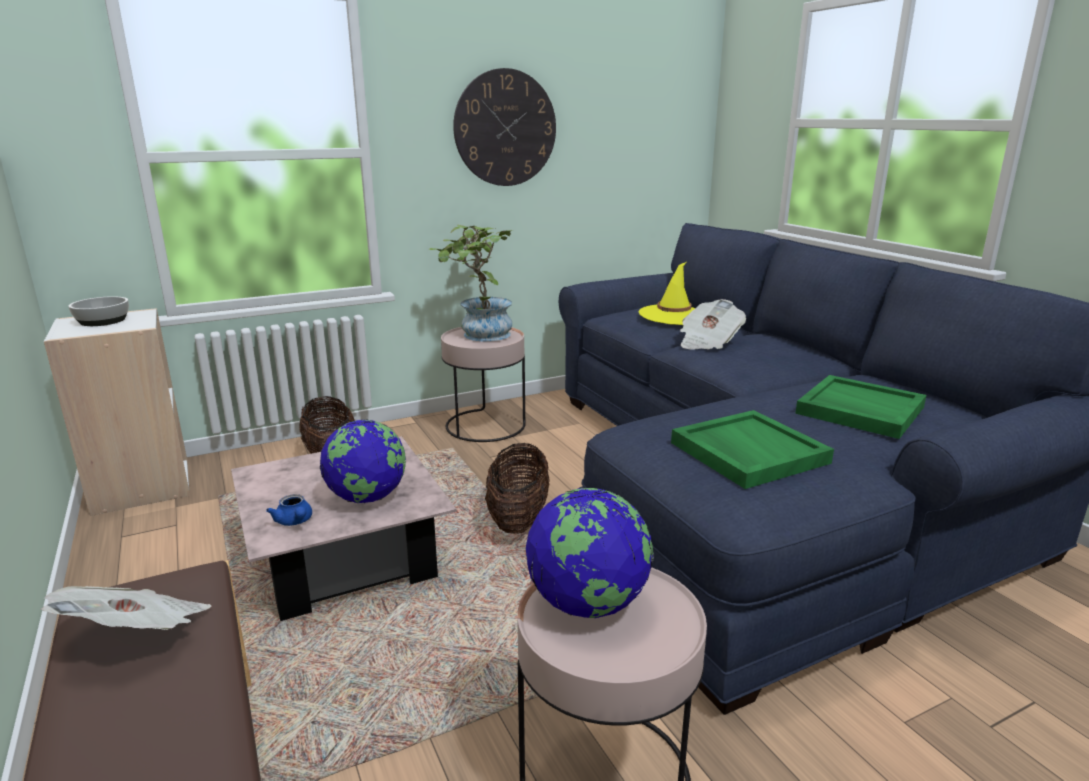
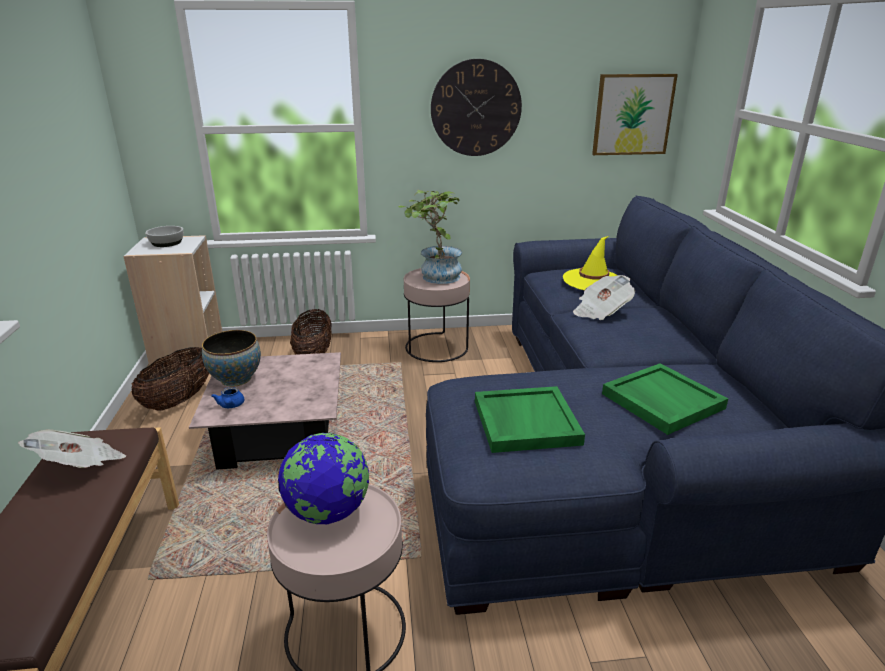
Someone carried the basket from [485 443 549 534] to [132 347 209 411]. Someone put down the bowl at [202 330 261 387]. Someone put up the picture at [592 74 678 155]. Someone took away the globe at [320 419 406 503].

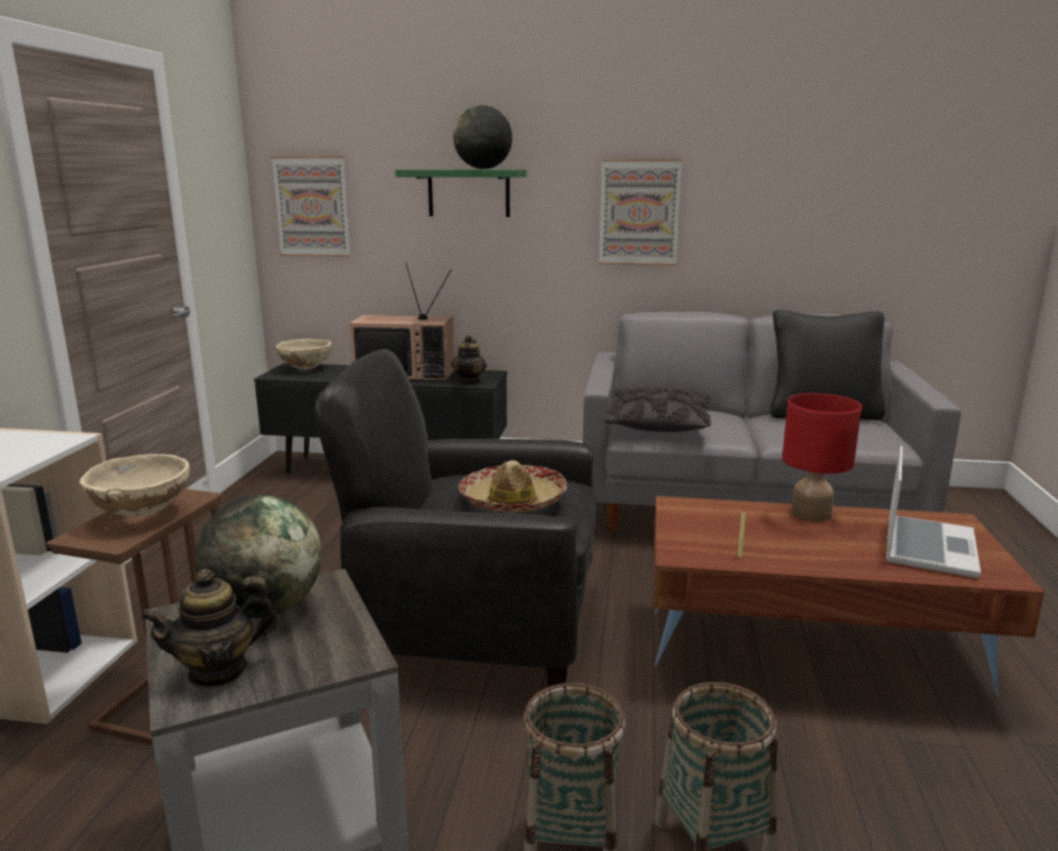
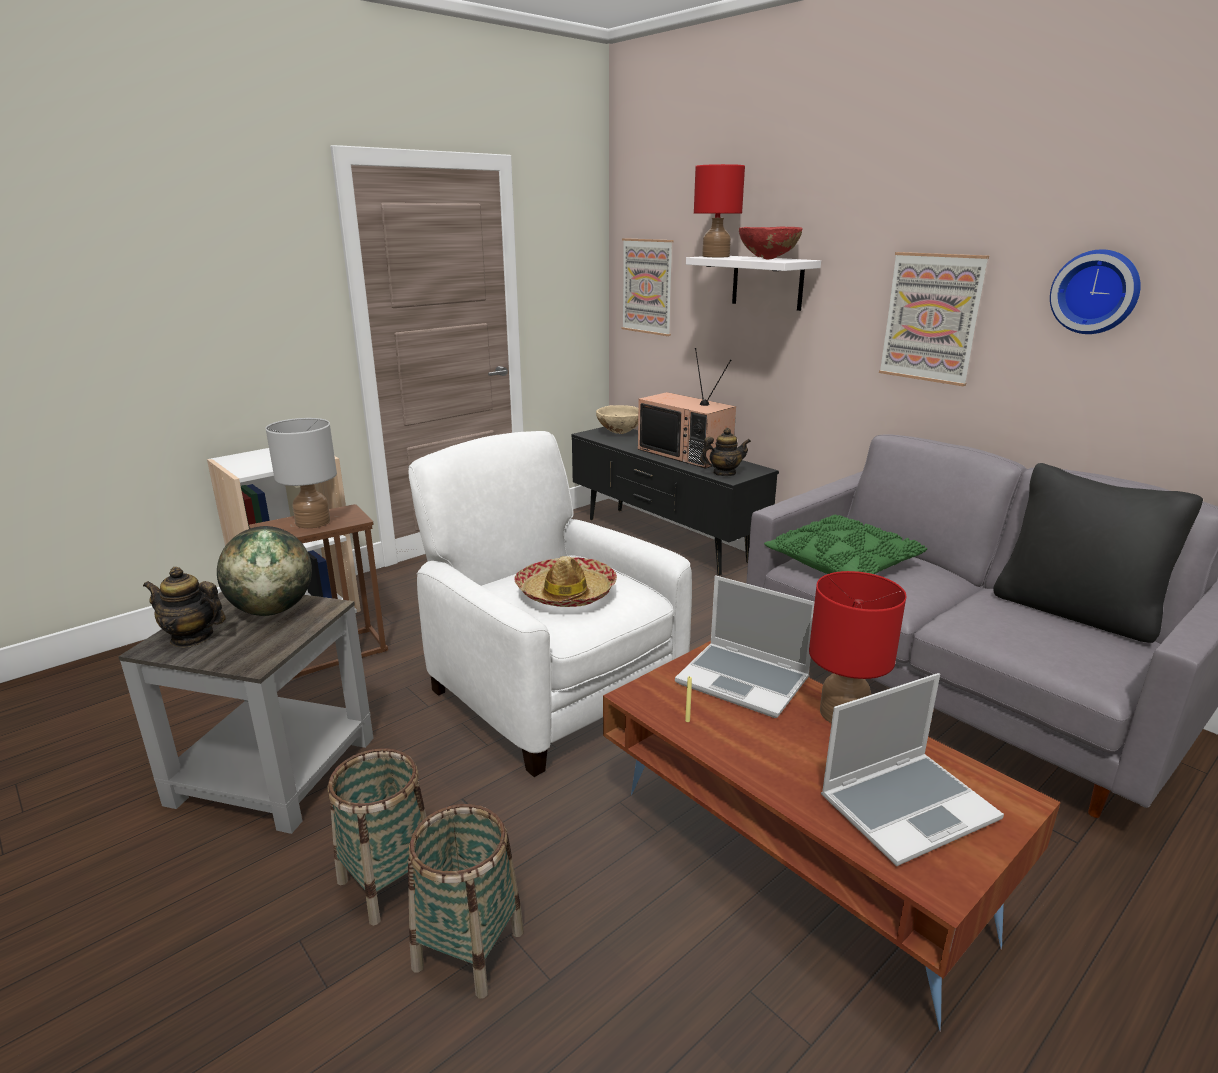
Someone swapped the beige bowl at [79 454 190 516] for the grey table lamp at [266 418 337 528]. Someone repainted the black armchair at [314 349 596 687], which became the white armchair at [408 431 692 777]. Someone put down the laptop at [675 575 815 718]. Someone repainted the green shelf at [395 169 527 217], which became the white shelf at [686 256 821 311]. Someone put down the red table lamp at [694 164 745 258]. Someone rotated the teapot at [451 335 486 384] by 150 degrees counterclockwise. Someone swapped the globe at [453 105 512 169] for the red bowl at [739 226 803 259]. Someone repainted the black pillow at [603 386 711 432], which became the green pillow at [764 514 927 574]. Someone put up the wall clock at [1050 249 1141 334].

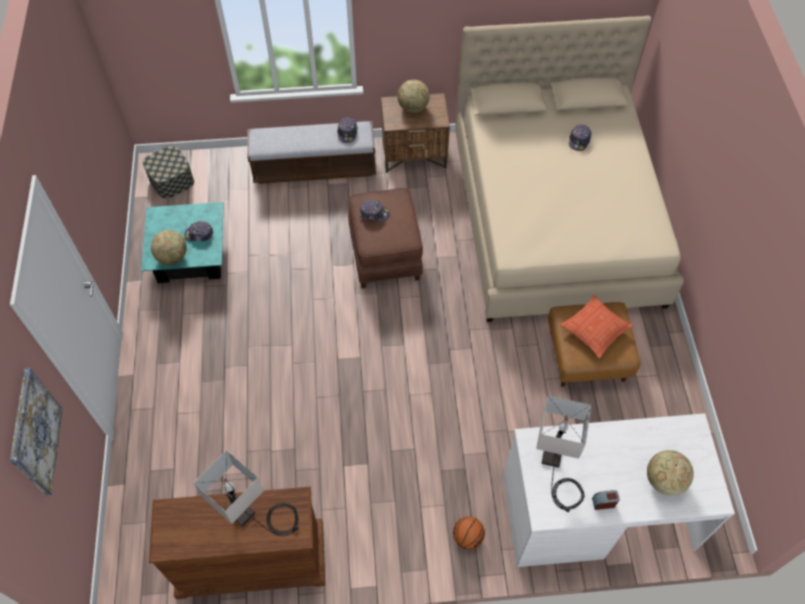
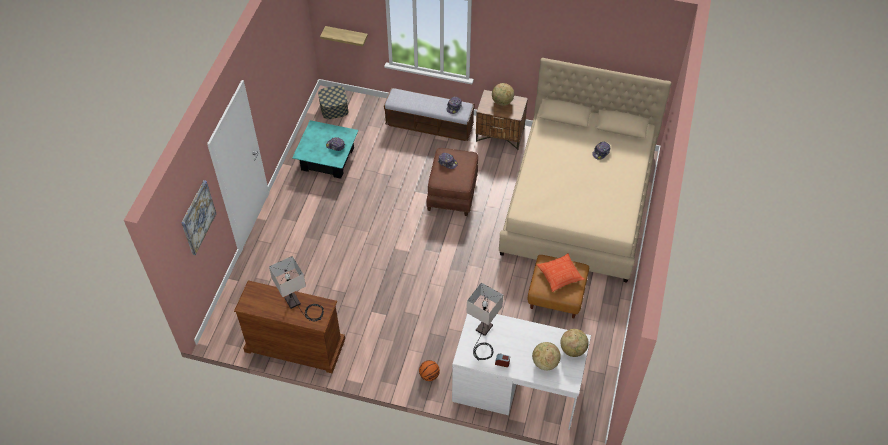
Someone put up the shelf at [320 26 368 47]. Someone carried the globe from [151 230 187 265] to [560 329 589 357].

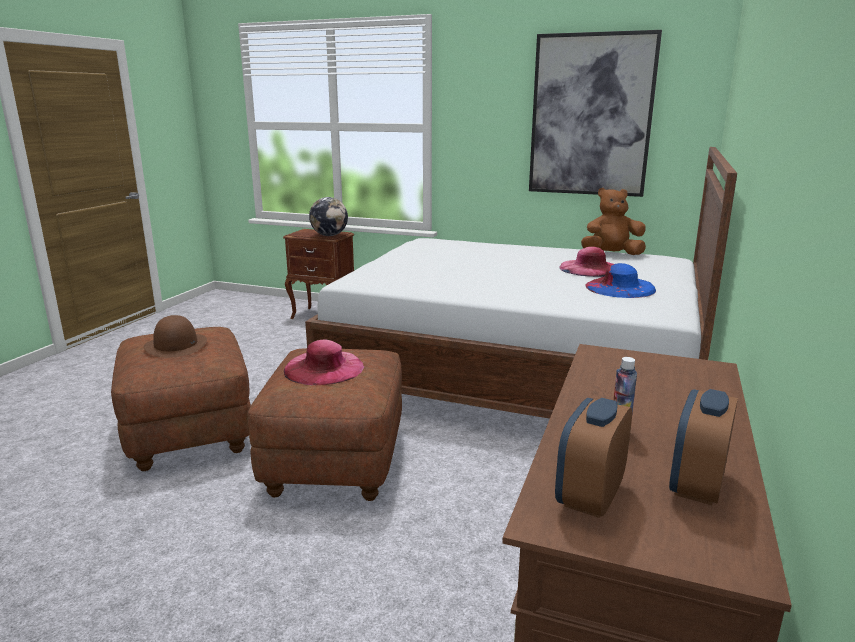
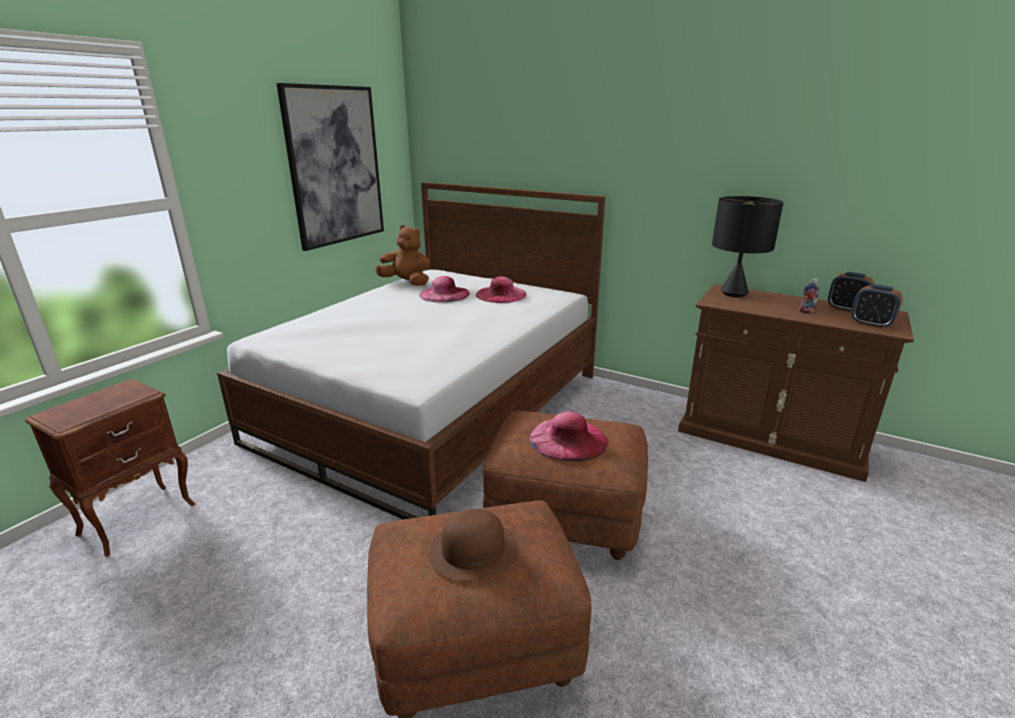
Someone rotated the brown plush toy at [581 188 646 255] by 105 degrees clockwise. Someone repainted the blue hat at [585 263 656 298], which became the pink hat at [476 276 526 303]. Someone put down the black table lamp at [712 196 784 297]. Someone took away the globe at [309 197 348 236].

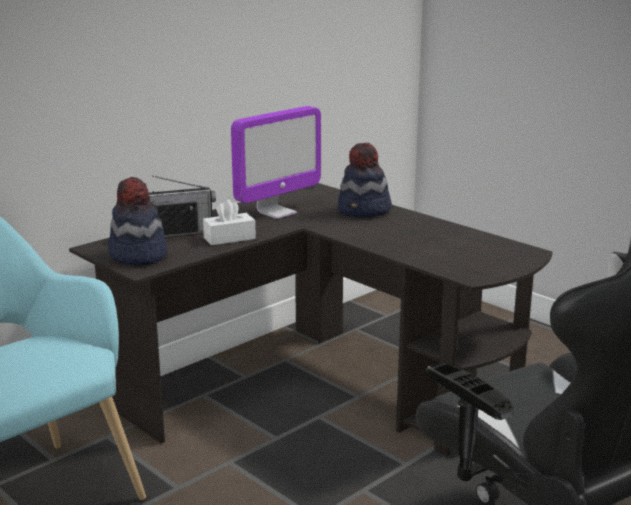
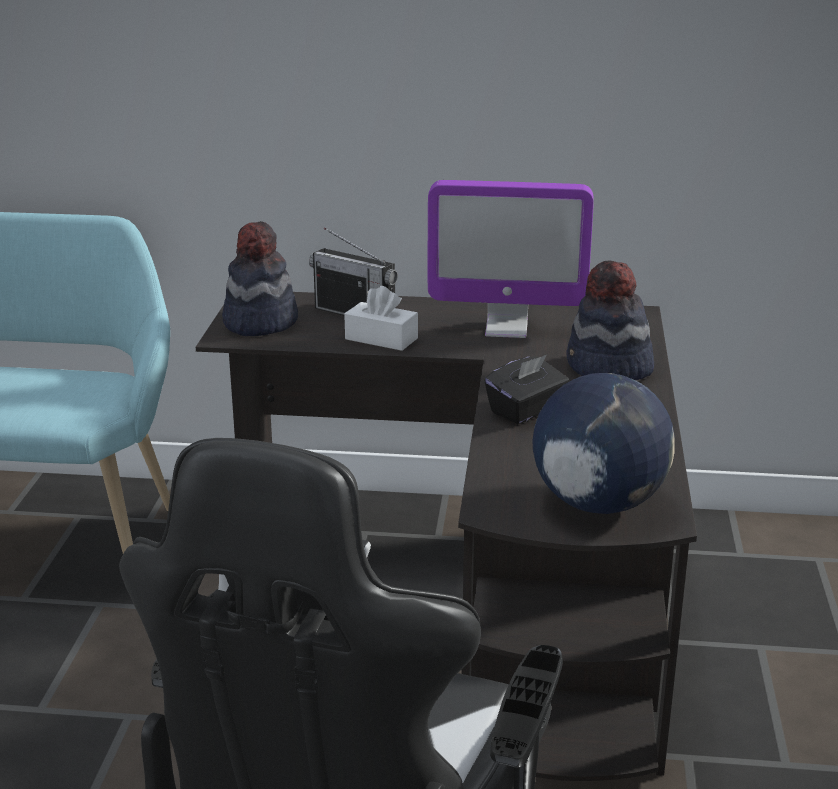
Someone put down the black tissue box at [484 355 569 424]. Someone put down the globe at [532 373 675 514].

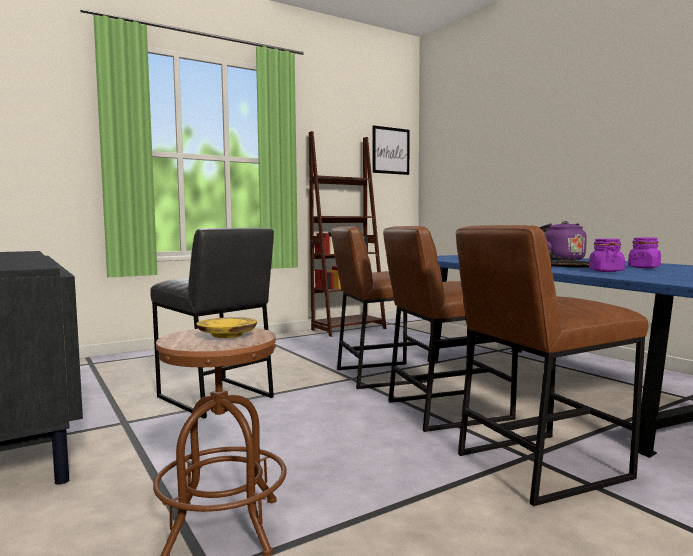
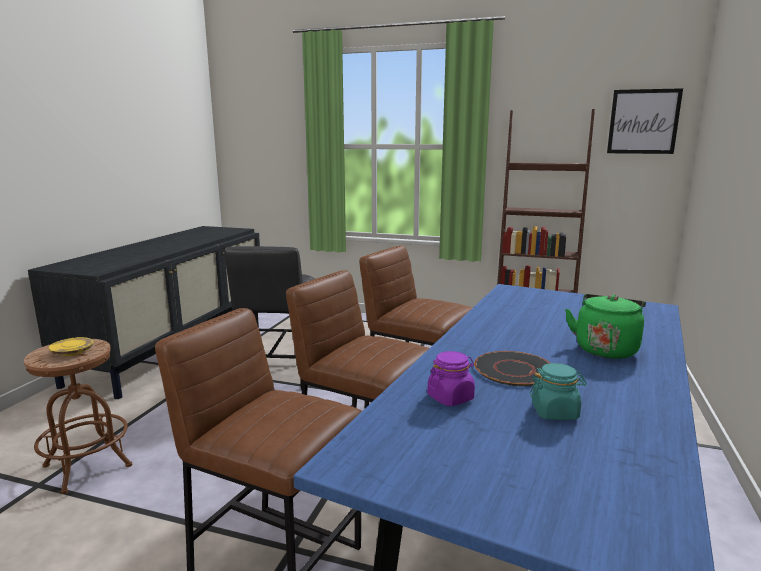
Someone repainted the purple jar at [628 238 661 268], which became the turquoise jar at [530 363 587 420]. Someone repainted the purple kettle at [539 221 587 261], which became the green kettle at [565 294 646 359].

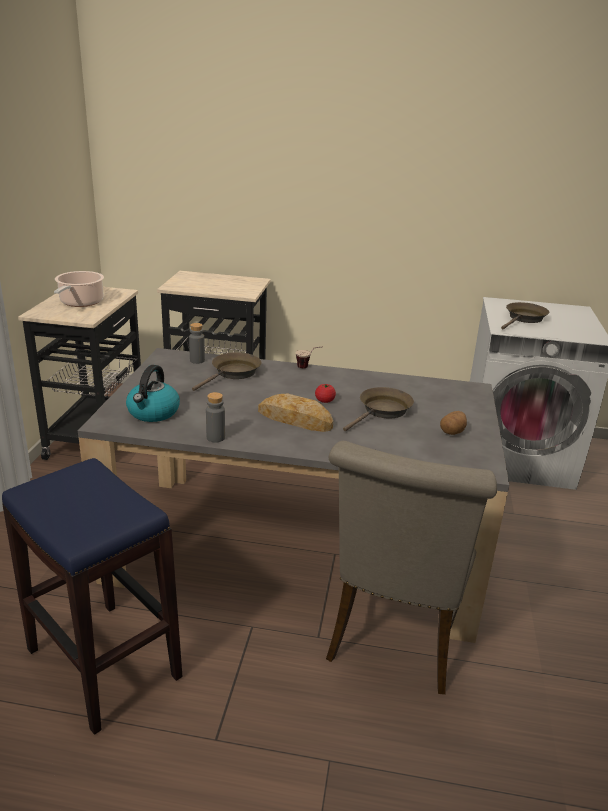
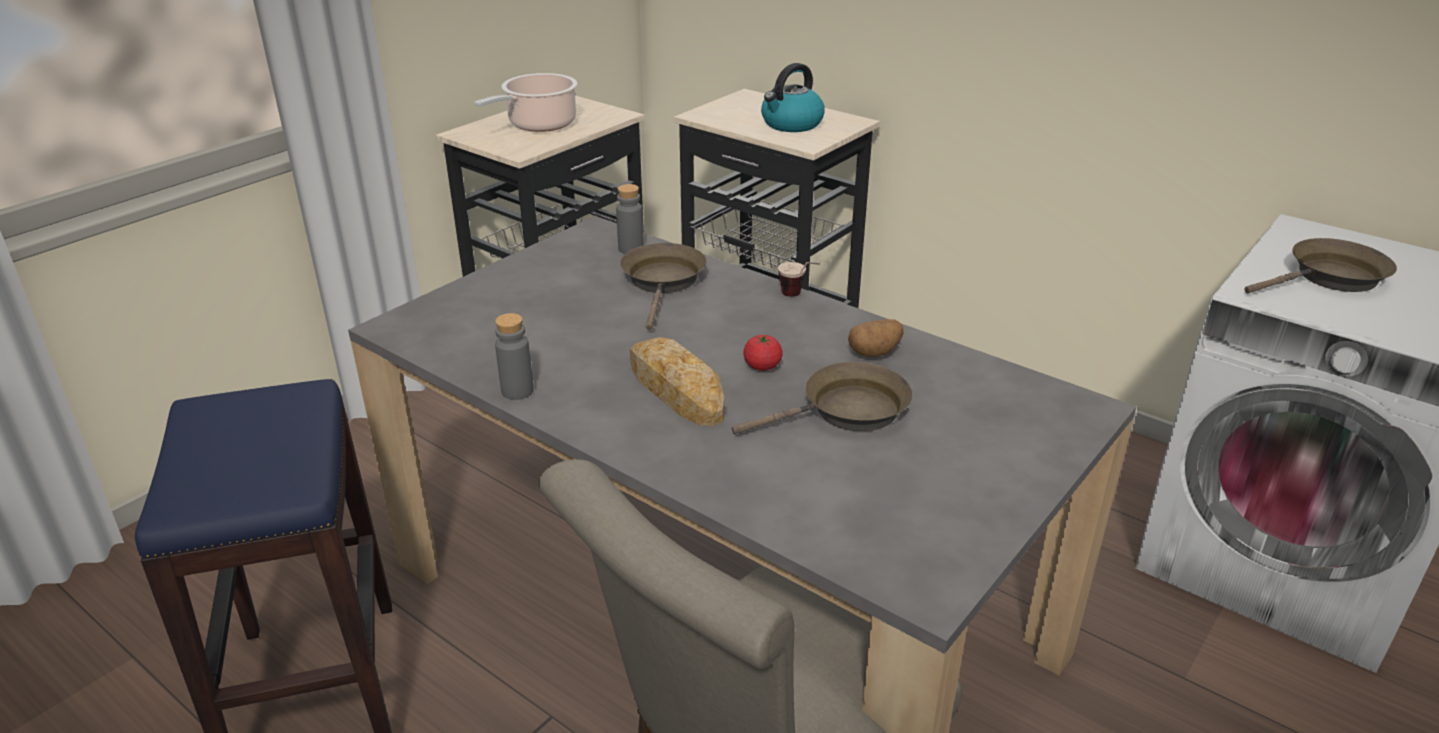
Someone rotated the brown frying pan at [192 352 261 391] by 60 degrees counterclockwise. Someone carried the kettle from [126 365 180 422] to [761 63 825 132]. Someone carried the potato from [440 411 467 435] to [848 319 903 357].

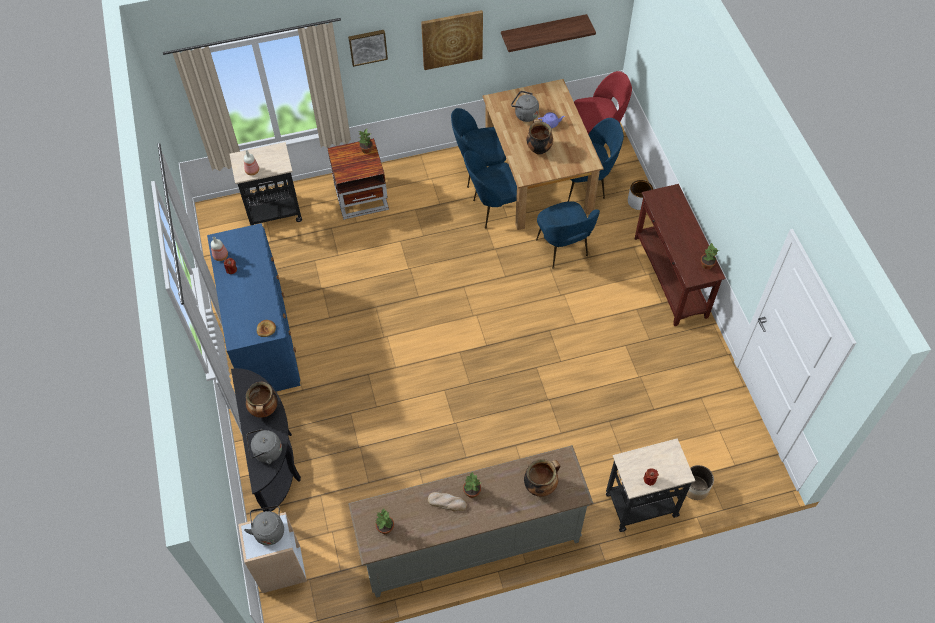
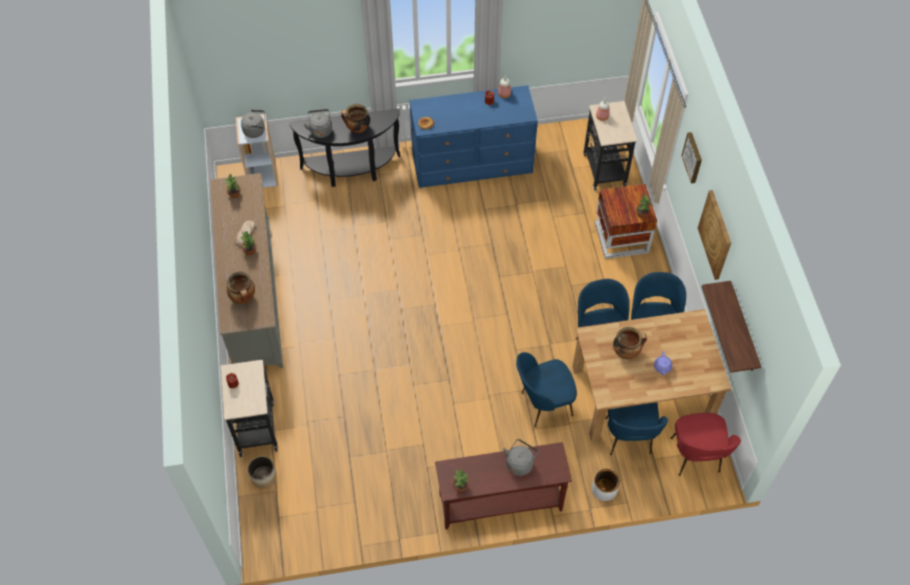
Someone carried the grey kettle from [511 91 539 122] to [503 439 539 476].

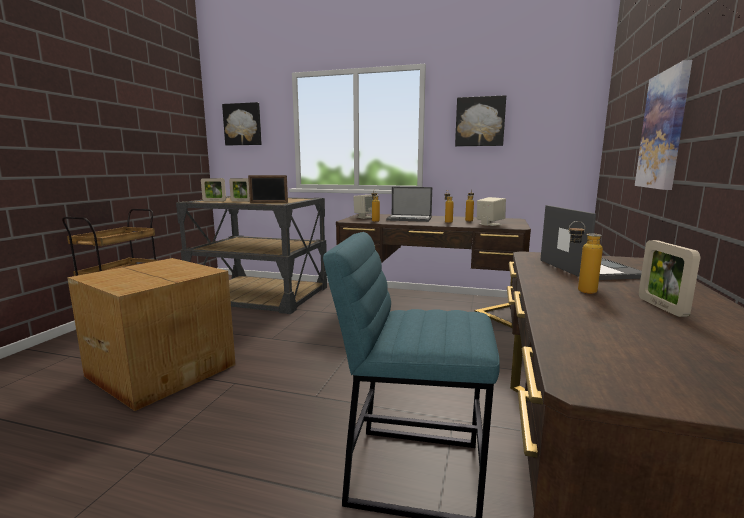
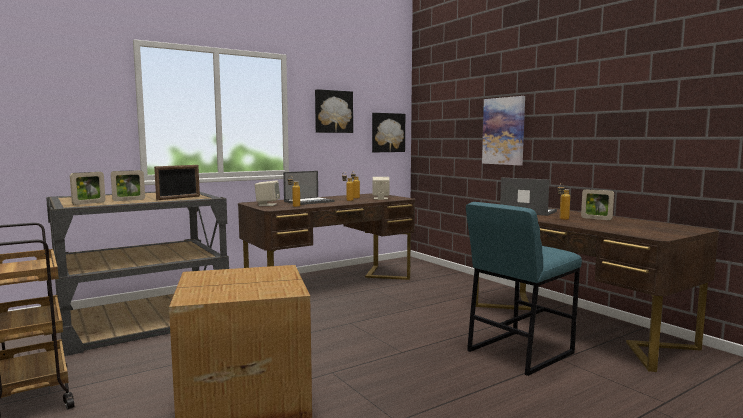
Someone carried the picture from [222 102 262 145] to [372 113 405 152].

